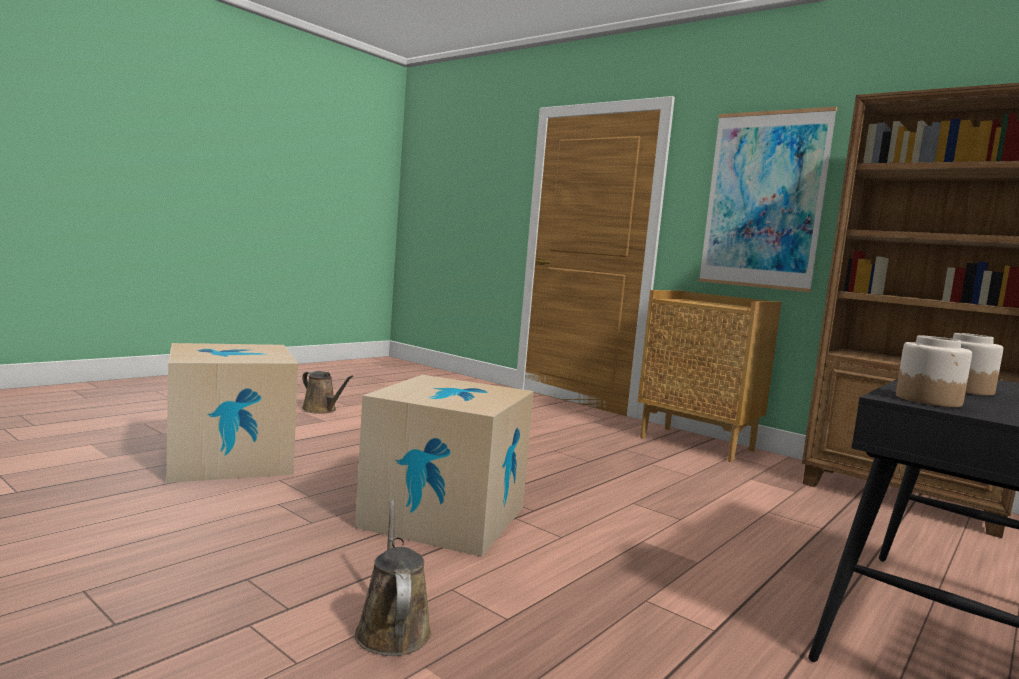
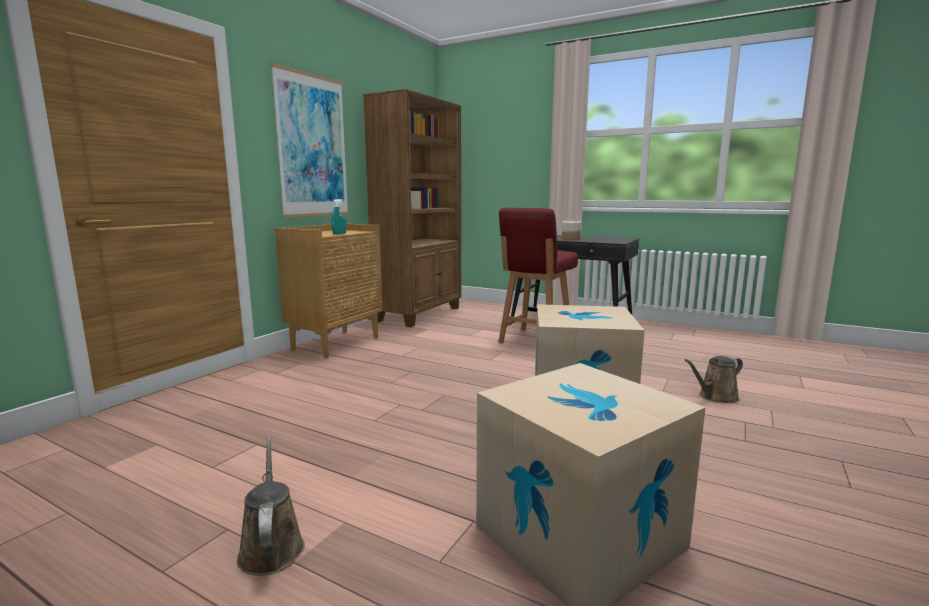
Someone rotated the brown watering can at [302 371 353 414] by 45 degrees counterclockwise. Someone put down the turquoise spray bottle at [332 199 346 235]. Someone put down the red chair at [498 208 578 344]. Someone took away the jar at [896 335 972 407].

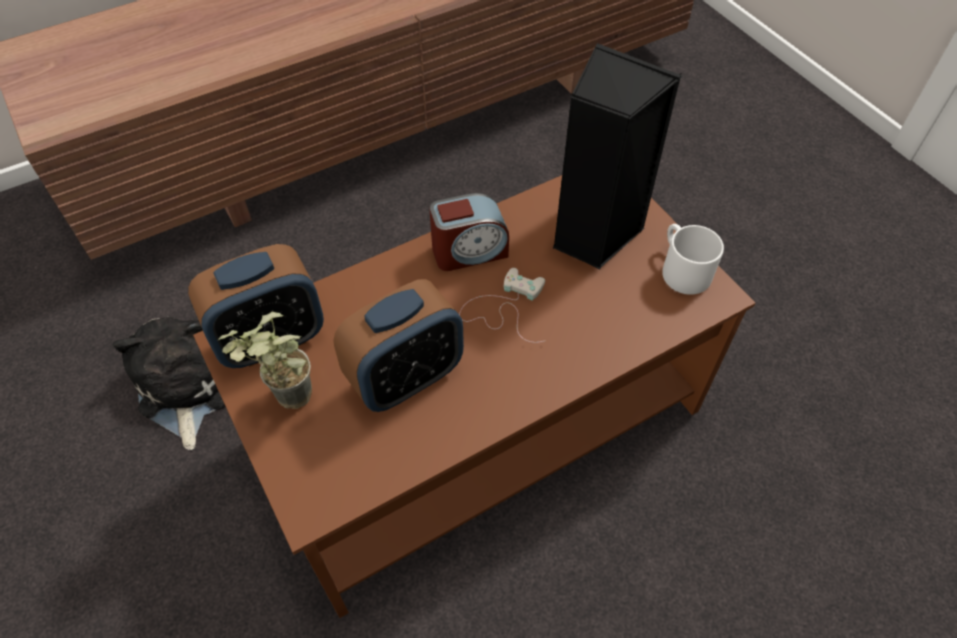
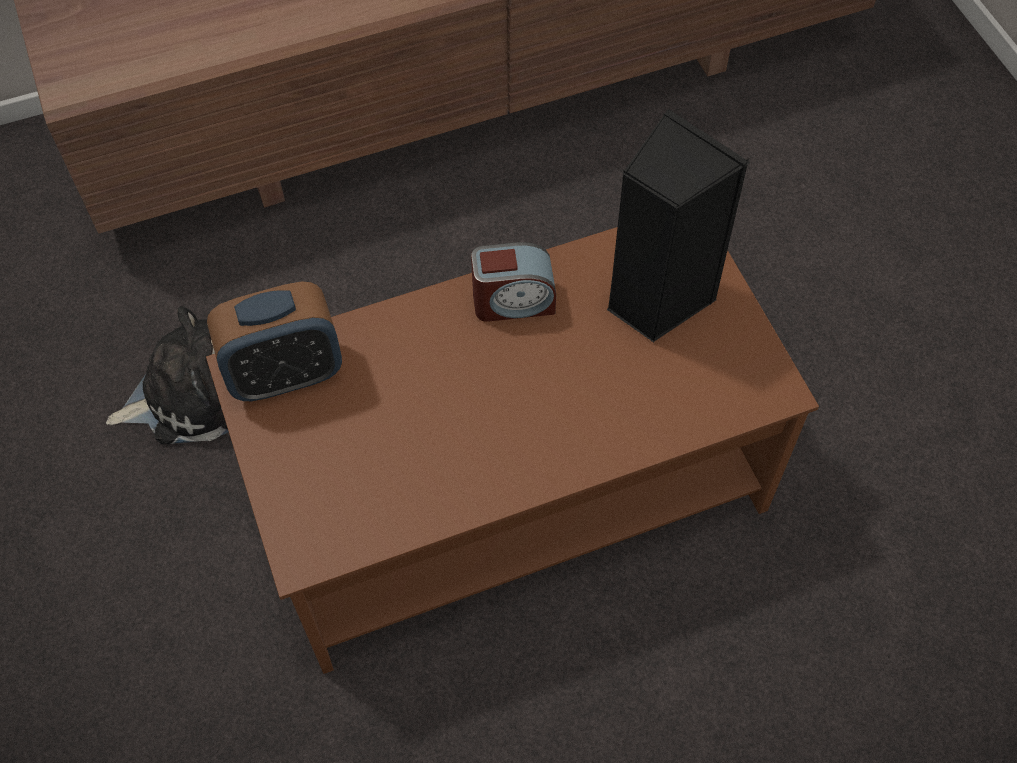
Someone rotated the plush toy at [112 317 226 450] by 75 degrees clockwise. Someone took away the potted plant at [218 312 312 409]. Someone took away the alarm clock at [333 279 464 412]. Someone took away the white game controller at [459 268 545 343]. Someone took away the white mug at [662 224 724 295].

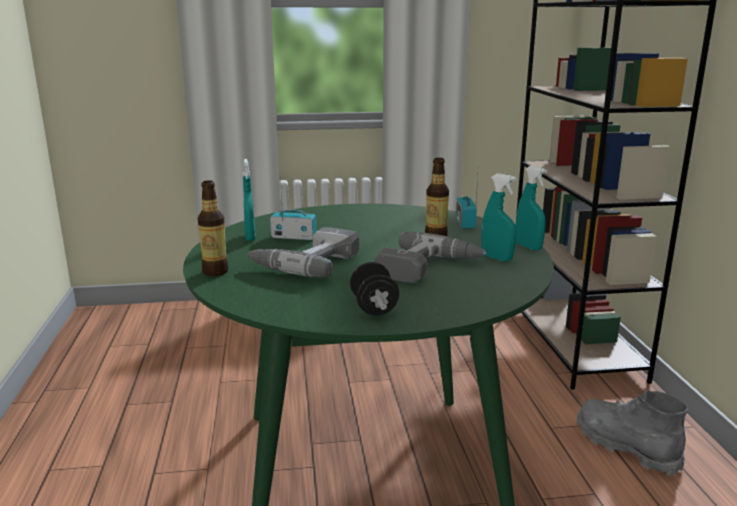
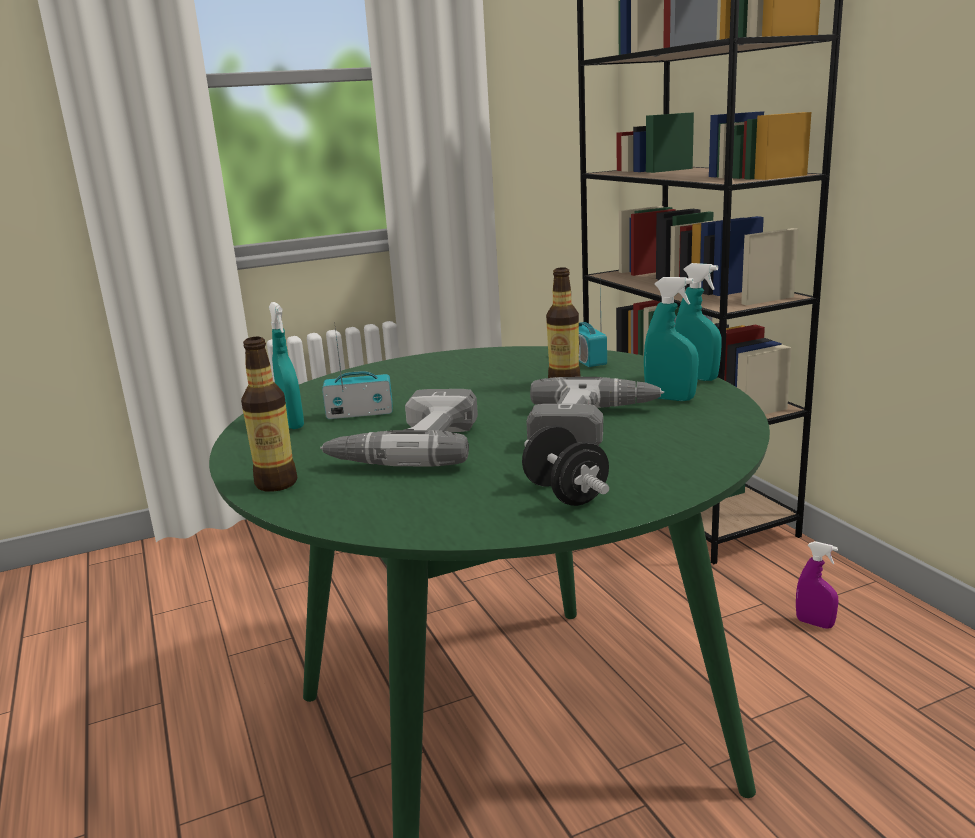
Someone swapped the grey boot at [576 390 688 476] for the purple spray bottle at [796 541 838 629].

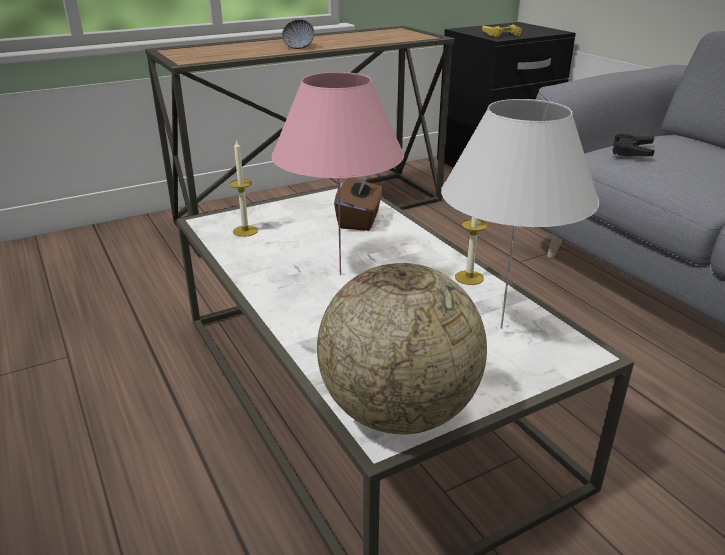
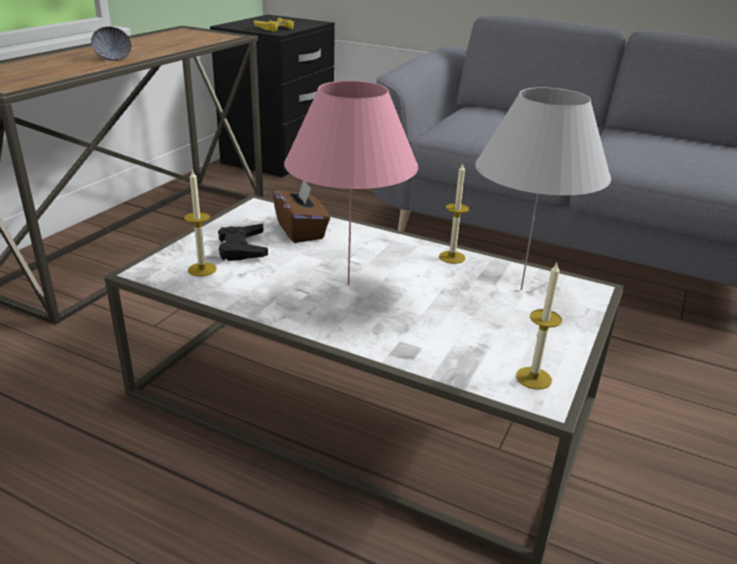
Someone carried the black game controller from [613 133 655 157] to [218 224 268 261]. Someone swapped the globe at [317 263 487 434] for the candle at [516 263 562 390].

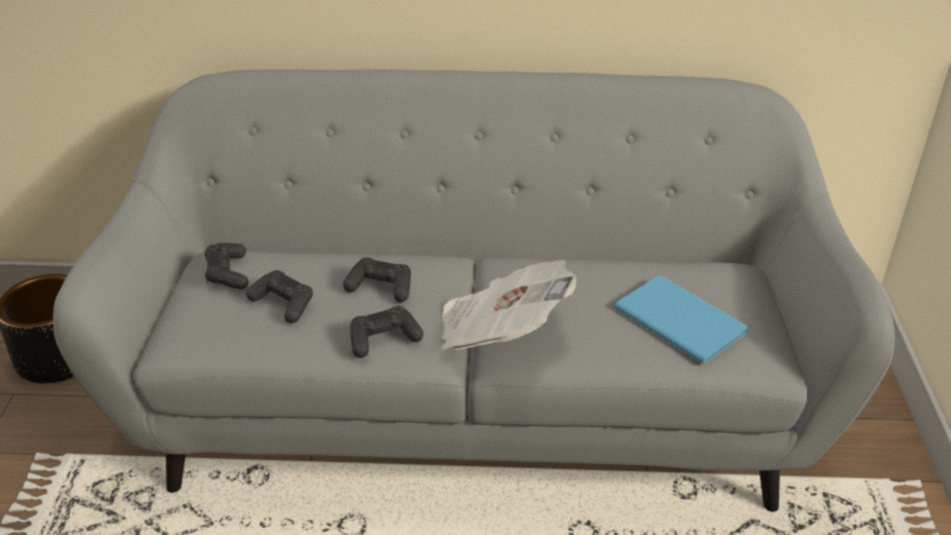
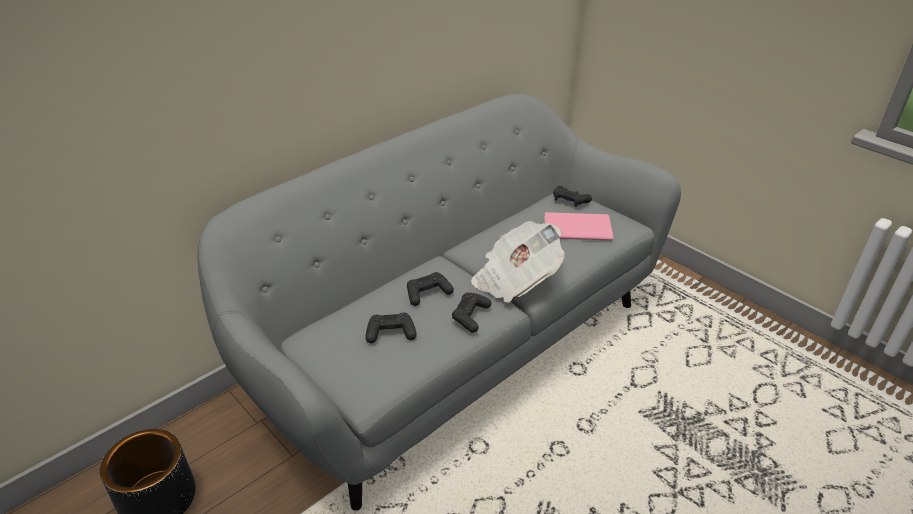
Someone repainted the blue book at [614 276 747 364], which became the pink book at [544 212 613 241]. Someone carried the black game controller from [204 243 248 289] to [553 186 592 207].

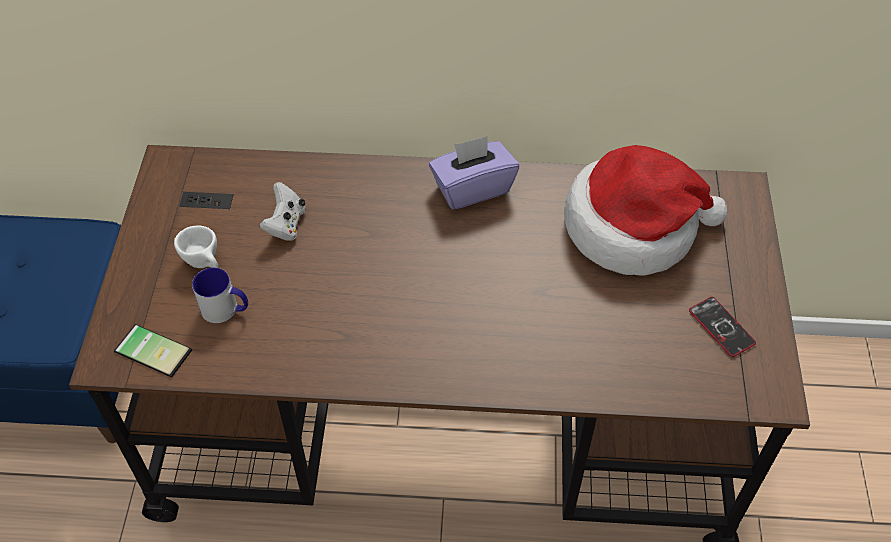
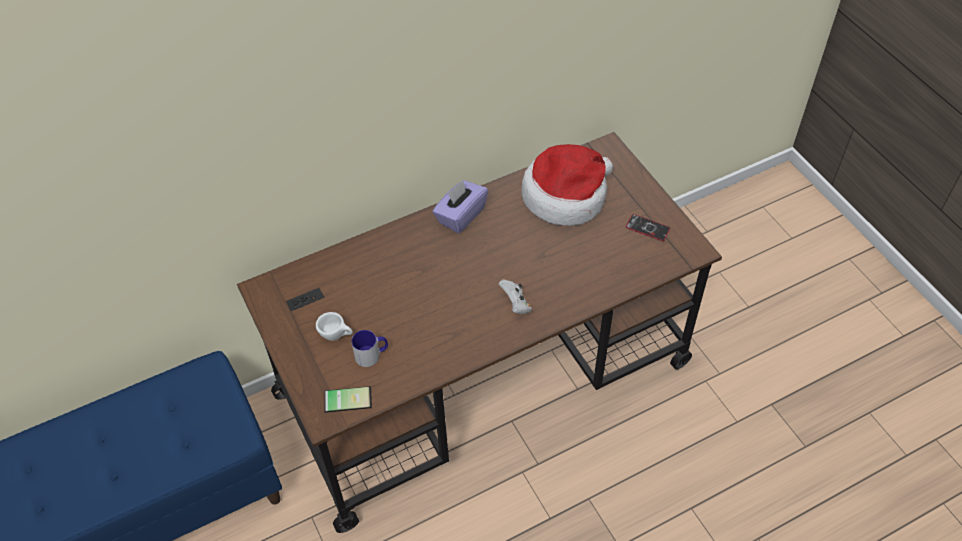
Someone carried the white game controller from [259 182 305 241] to [499 279 532 314].

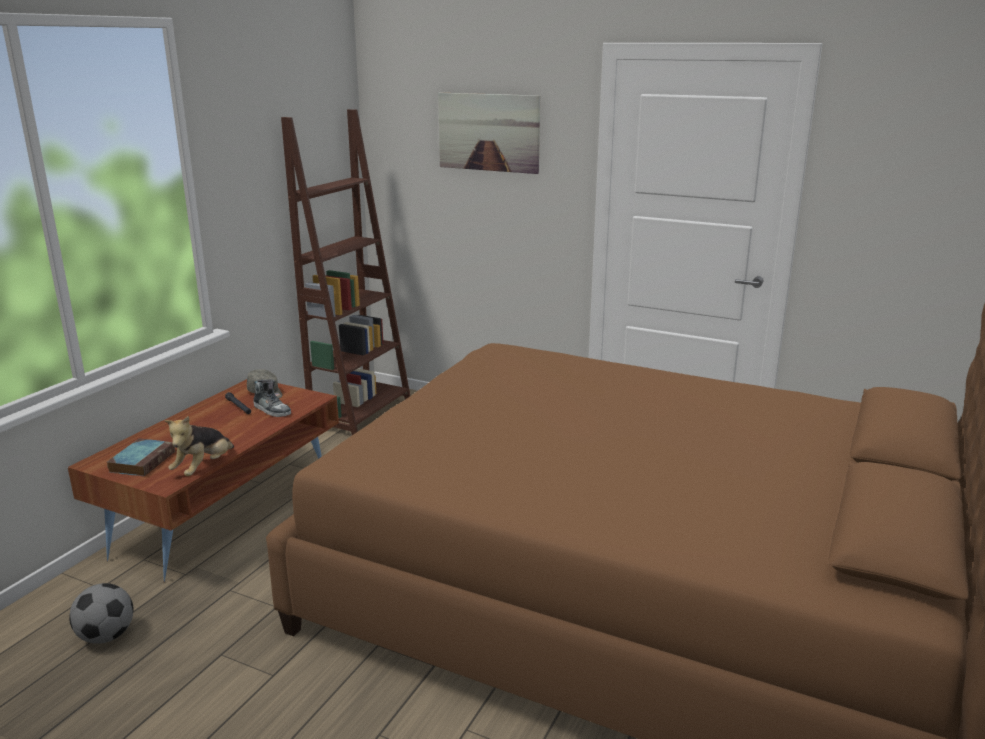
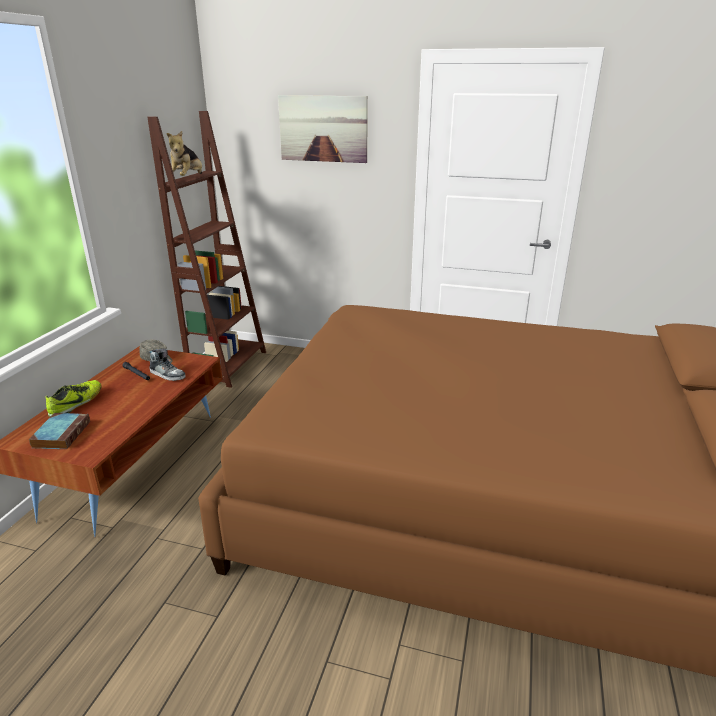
Someone put down the shoe at [46 380 102 417]. Someone carried the plush toy from [165 416 234 476] to [167 131 202 176]. Someone took away the football at [69 583 133 644].

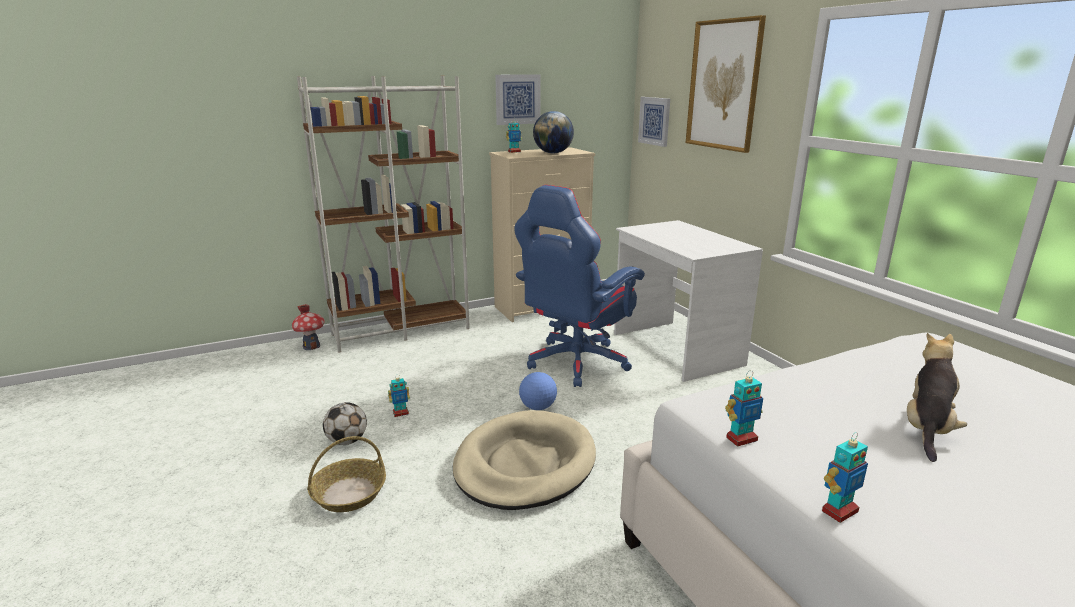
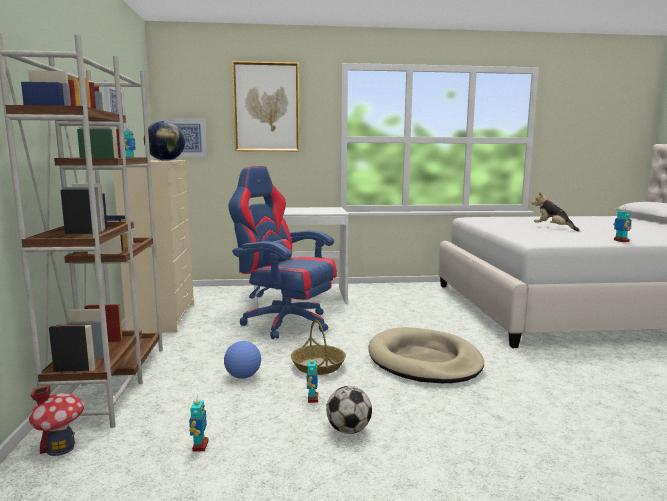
Someone carried the toy robot from [725 370 763 447] to [189 396 208 452]. Someone carried the football from [519 372 557 410] to [224 341 261 379]. Someone rotated the blue office chair at [514 185 645 387] by 150 degrees clockwise. Someone carried the basket from [307 436 386 512] to [291 320 346 375].

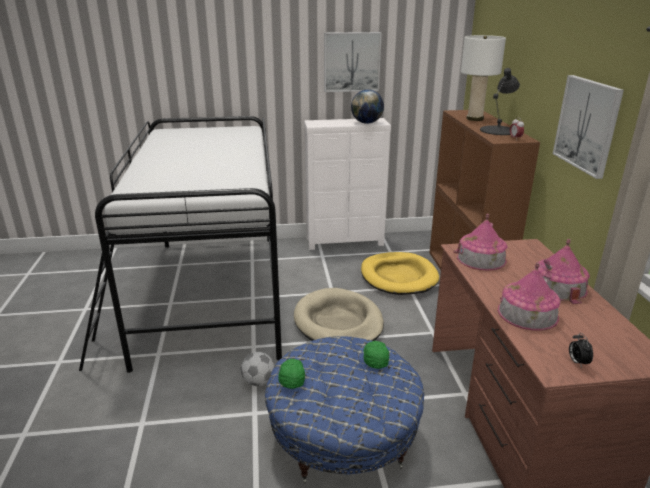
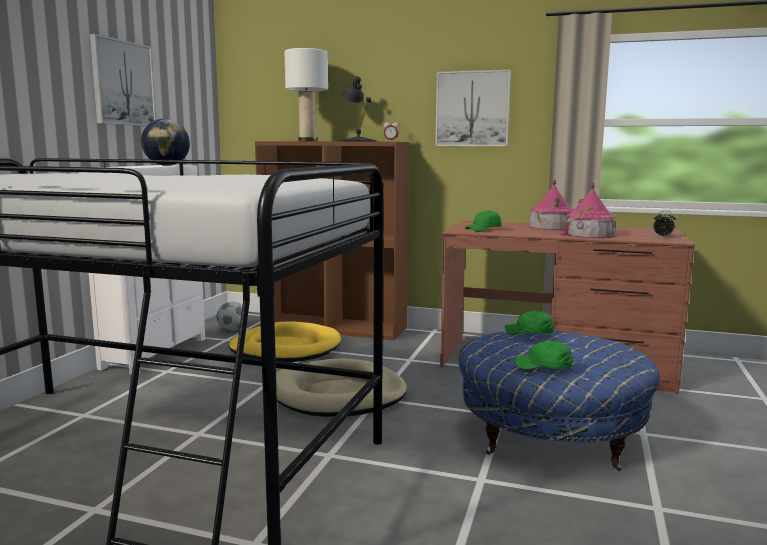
Someone carried the football from [241 352 274 386] to [217 301 242 331]. Someone swapped the toy house at [454 214 508 271] for the green cap at [465 210 502 232].

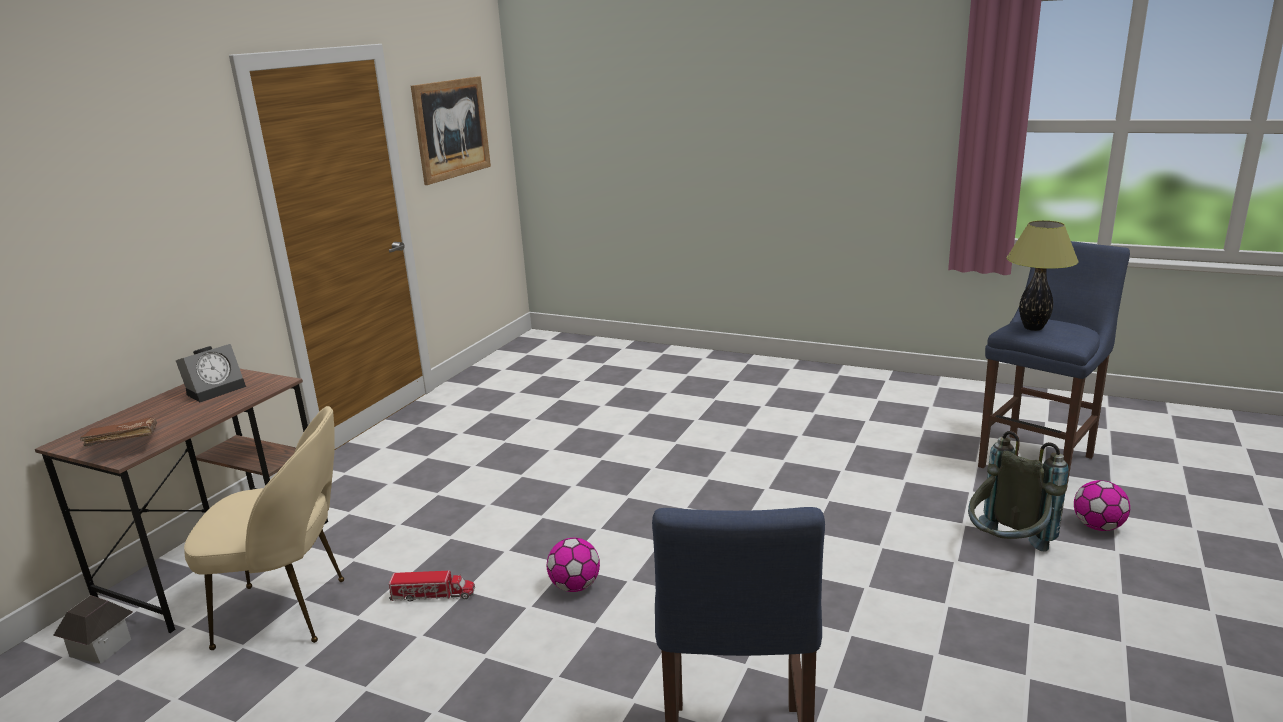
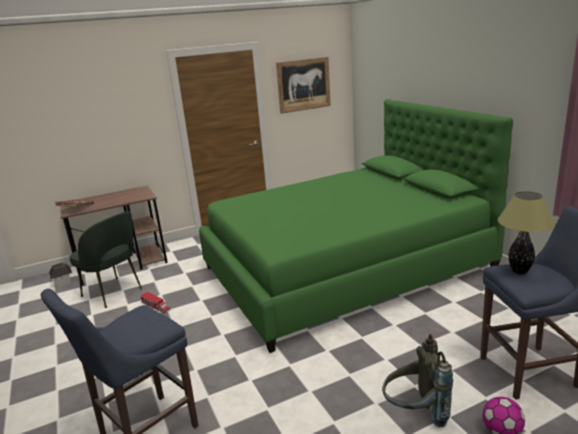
Someone repainted the beige chair at [184 406 344 650], which became the green chair at [69 211 142 308]. Someone put down the green bed at [199 99 513 353]. Someone took away the alarm clock at [176 344 246 402]. Someone took away the football at [547 538 600 592].

